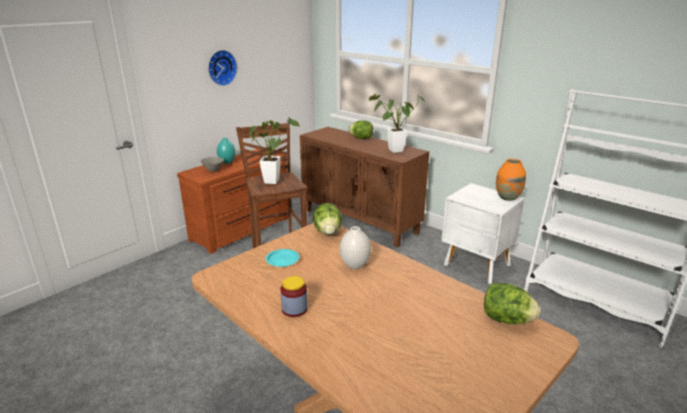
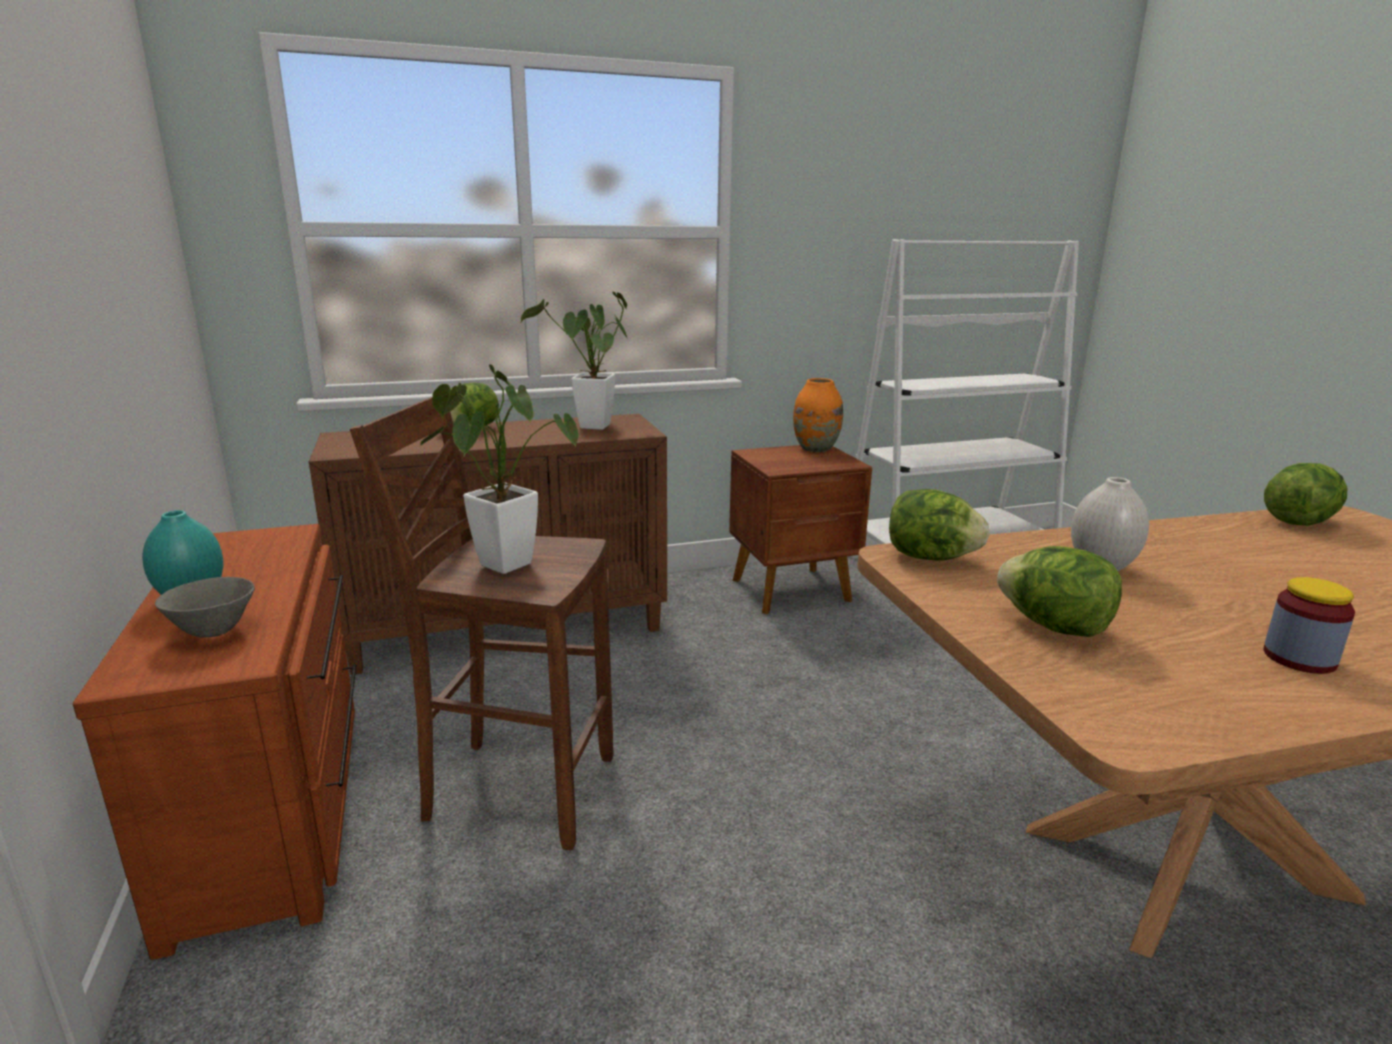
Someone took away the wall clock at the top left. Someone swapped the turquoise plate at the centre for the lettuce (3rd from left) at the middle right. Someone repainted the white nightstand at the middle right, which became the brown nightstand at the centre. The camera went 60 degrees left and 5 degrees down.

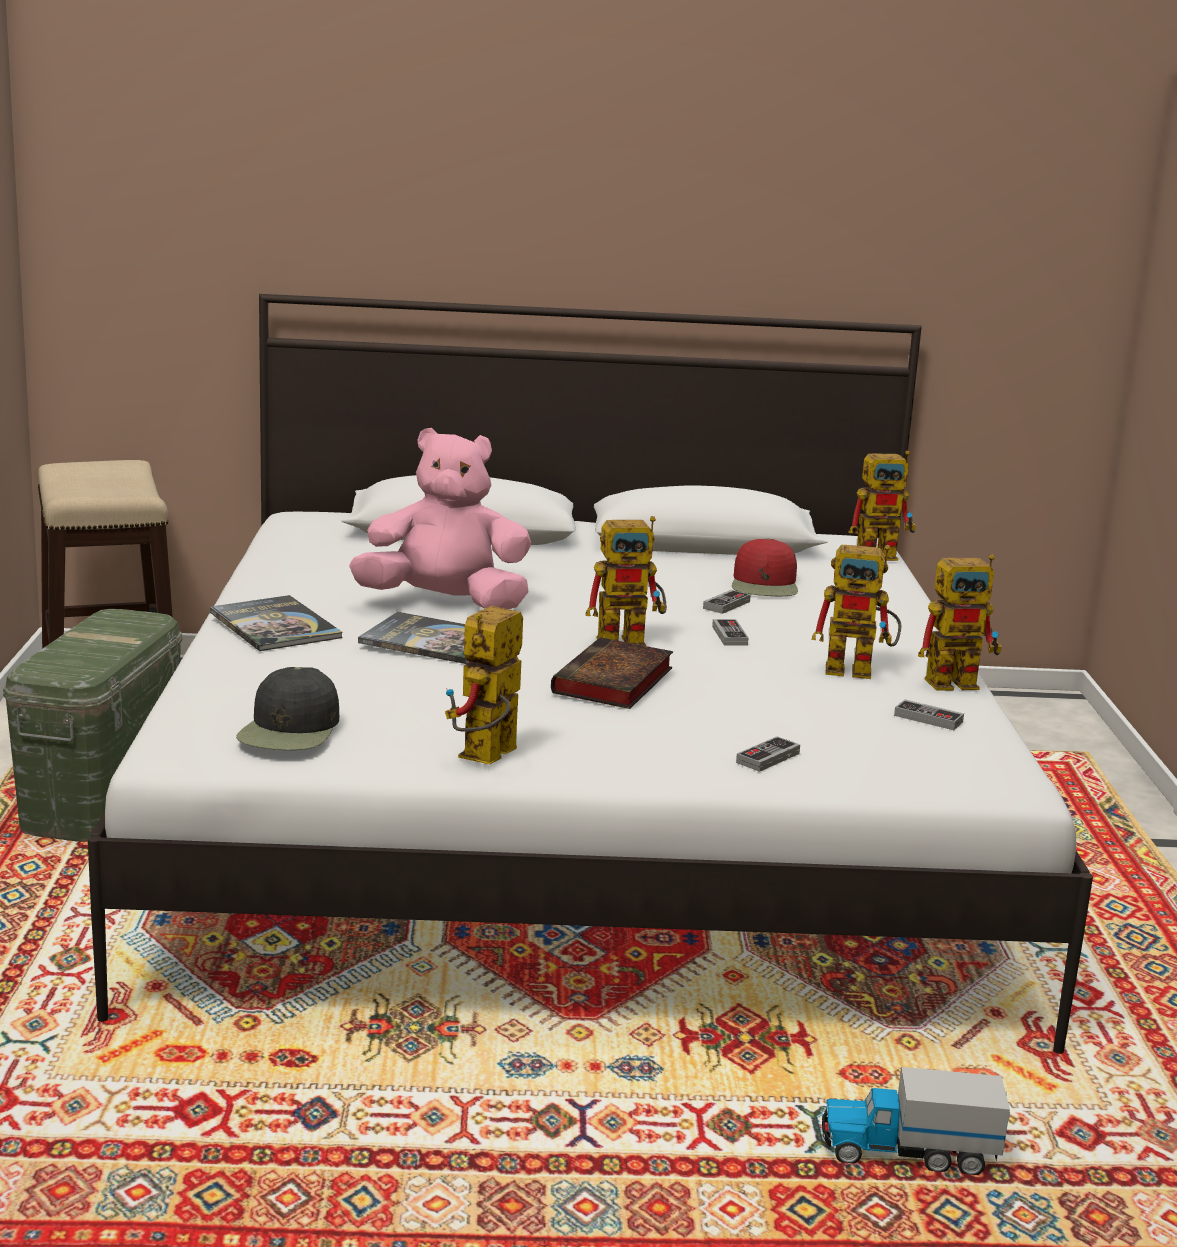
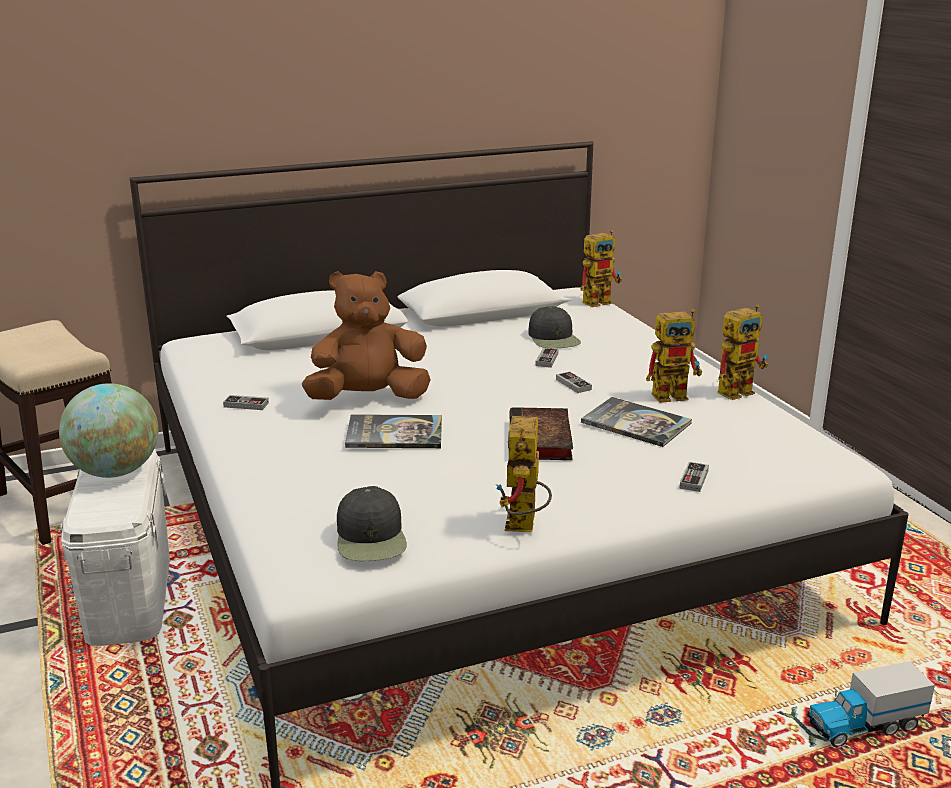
Someone took away the toy robot (2nd from left) at the centre. Someone put down the globe at the middle left. Someone carried the book (1st from left in the first image) from the middle left to the middle right. Someone carried the game controller (4th from left in the first image) from the middle right to the middle left. Someone repainted the green storage box at the middle left, which became the white storage box at the bottom left. Someone repainted the pink plush toy at the centre, which became the brown plush toy at the centre. Someone repainted the red cap at the centre, which became the black cap (2nd from left) at the centre. The camera went 20 degrees left and 5 degrees up.

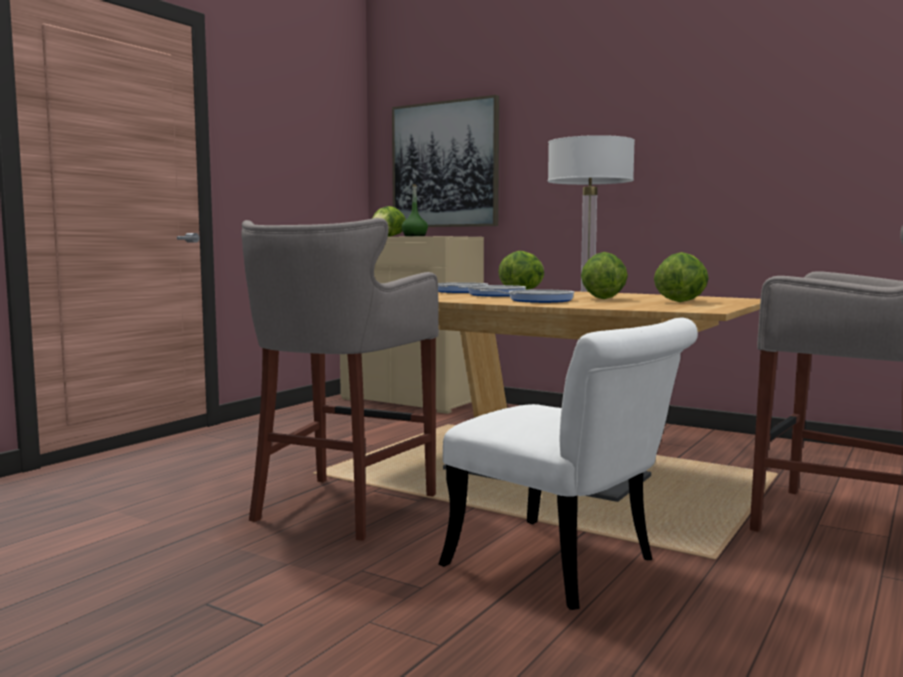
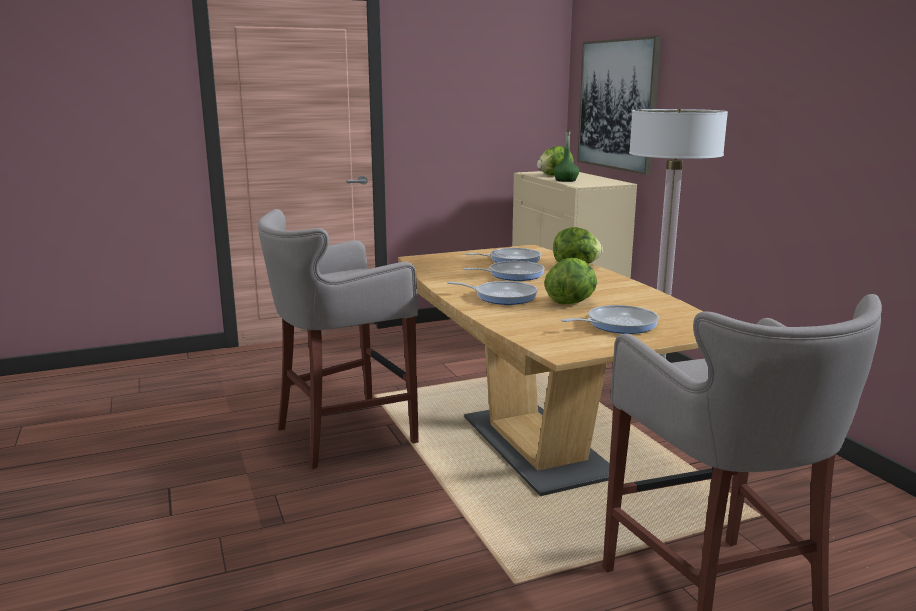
Someone took away the white chair at the bottom centre. Someone swapped the lettuce (4th from left) at the middle right for the frying pan (4th from left) at the centre. The camera went 35 degrees right and 10 degrees up.

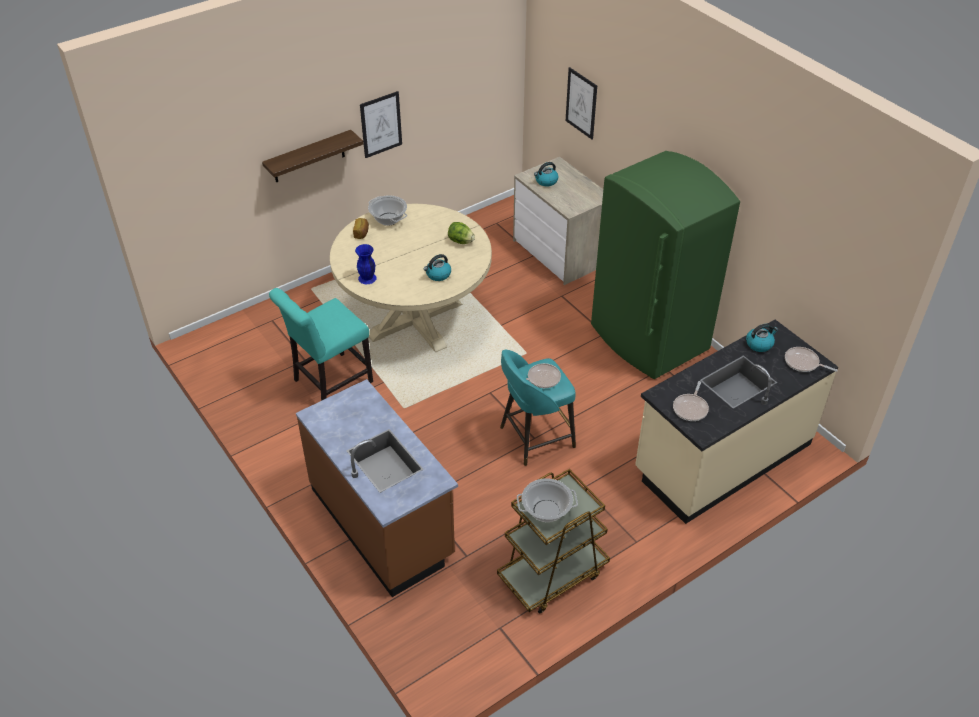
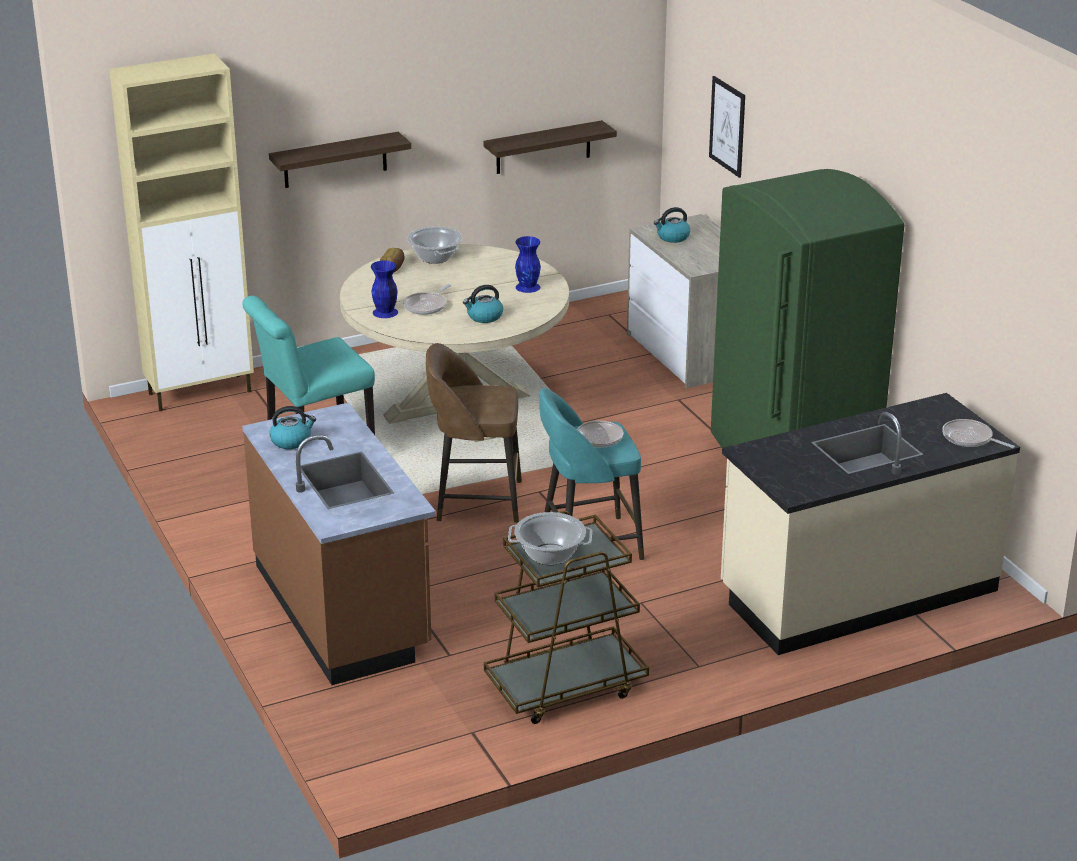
Someone took away the picture (1st from left) at the top centre. Someone put down the beige cabinet at the top left. Someone put down the brown stool at the centre. Someone put up the shelf (2nd from left) at the top centre. Someone carried the frying pan (2nd from left in the first image) from the middle right to the centre. Someone carried the kettle (3rd from left in the first image) from the middle right to the middle left. Someone swapped the lettuce at the top centre for the blue vase (2nd from left) at the top centre. The camera went 10 degrees right and 15 degrees down.

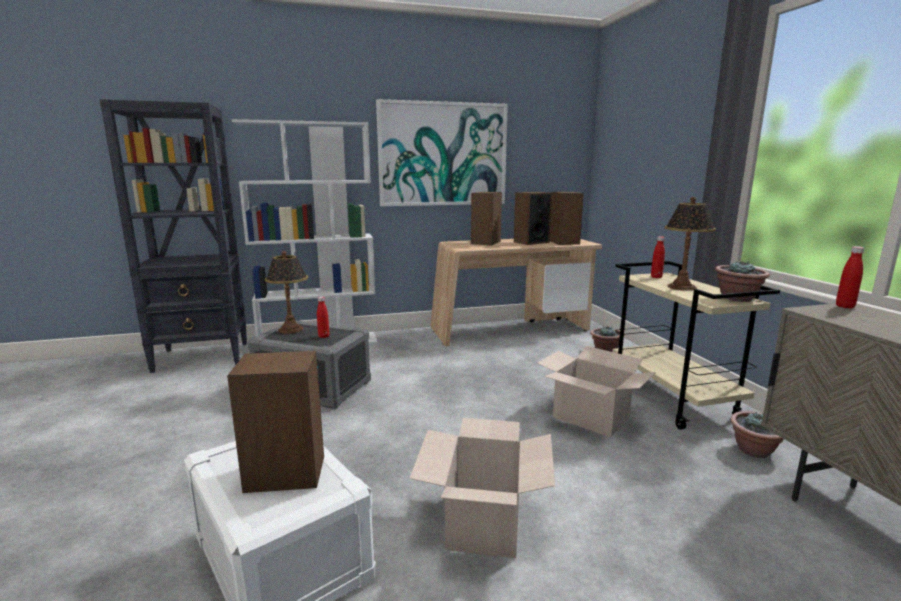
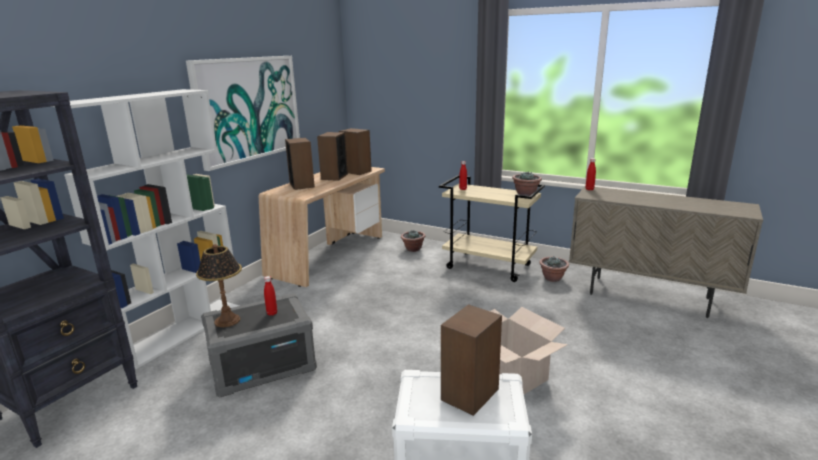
Someone took away the cardboard box (2nd from left) at the centre. Someone took away the table lamp (2nd from left) at the middle right. The camera went 45 degrees left and 5 degrees up.

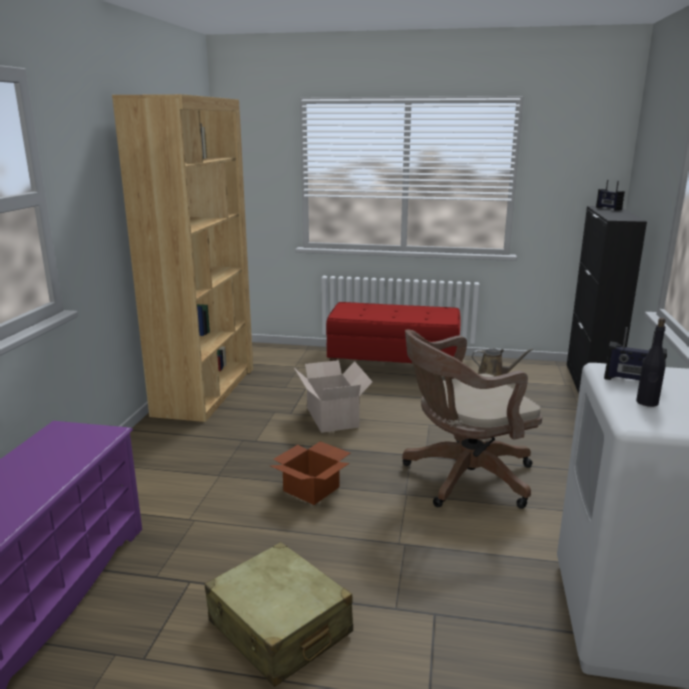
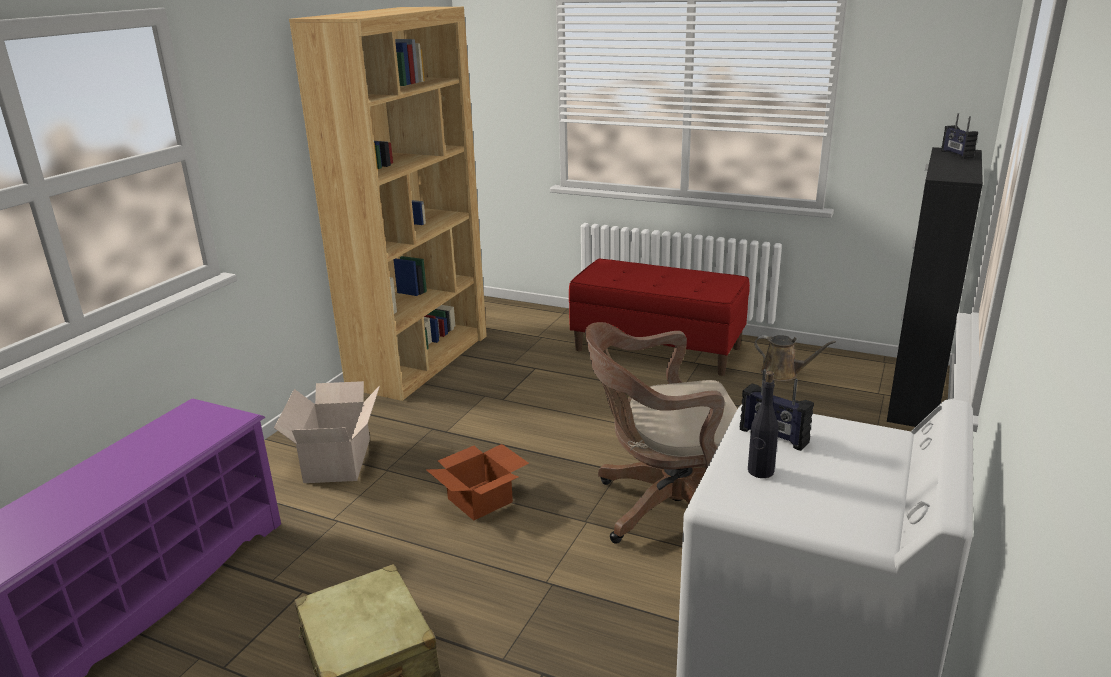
Someone carried the cardboard box (2nd from left in the first image) from the centre to the middle left. The camera went 15 degrees right and 5 degrees up.

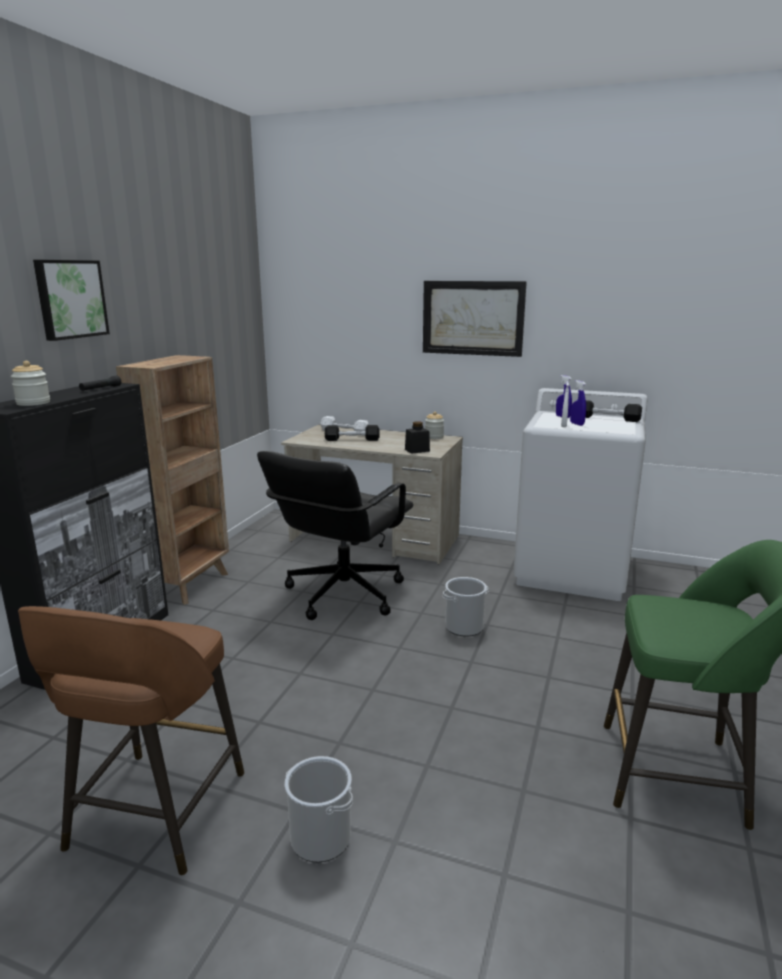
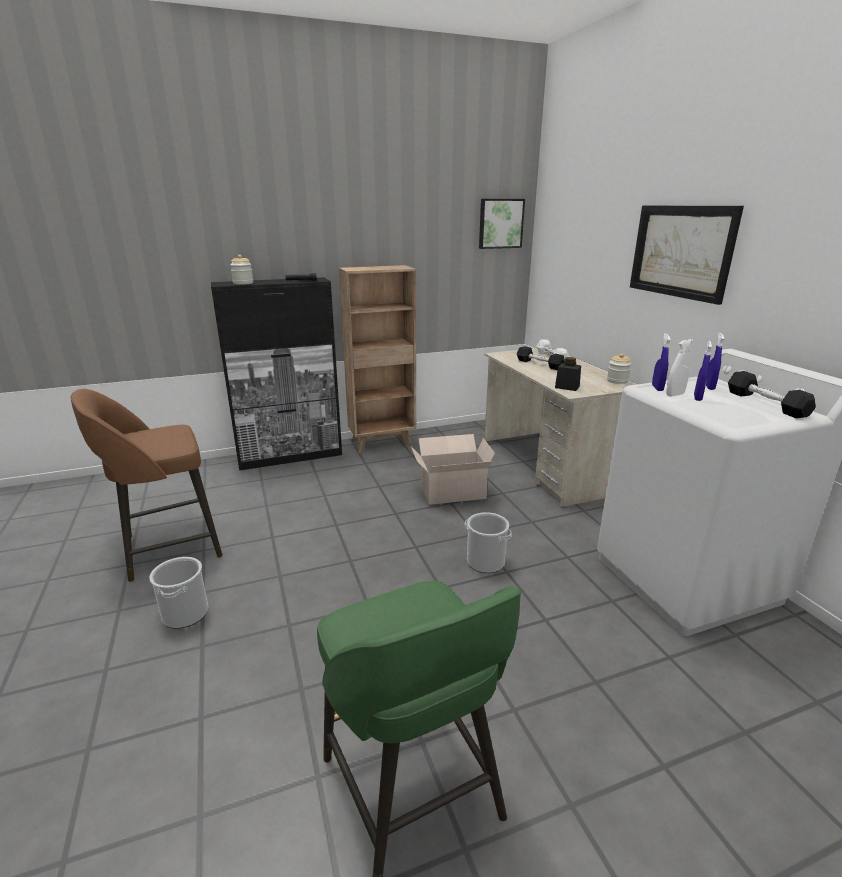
Someone put down the blue spray bottle (1st from left) at the middle right. Someone carried the picture (1st from left) from the top left to the top centre. Someone swapped the black office chair at the centre for the cardboard box at the centre. The camera went 50 degrees right and 5 degrees up.

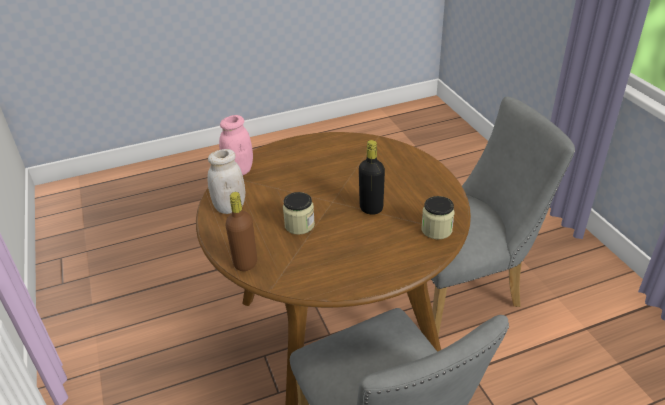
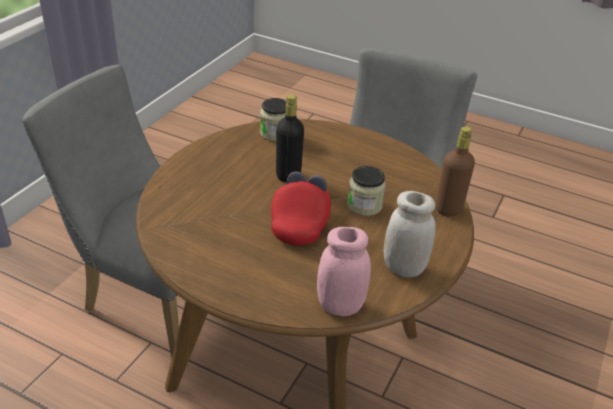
Someone put down the red cap at the centre. The camera went 135 degrees left and 0 degrees up.

